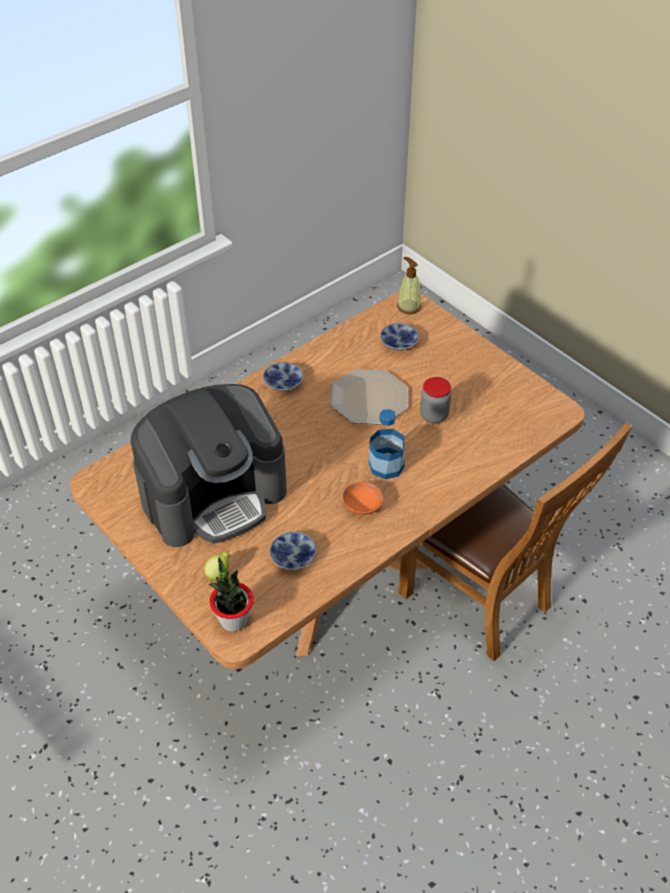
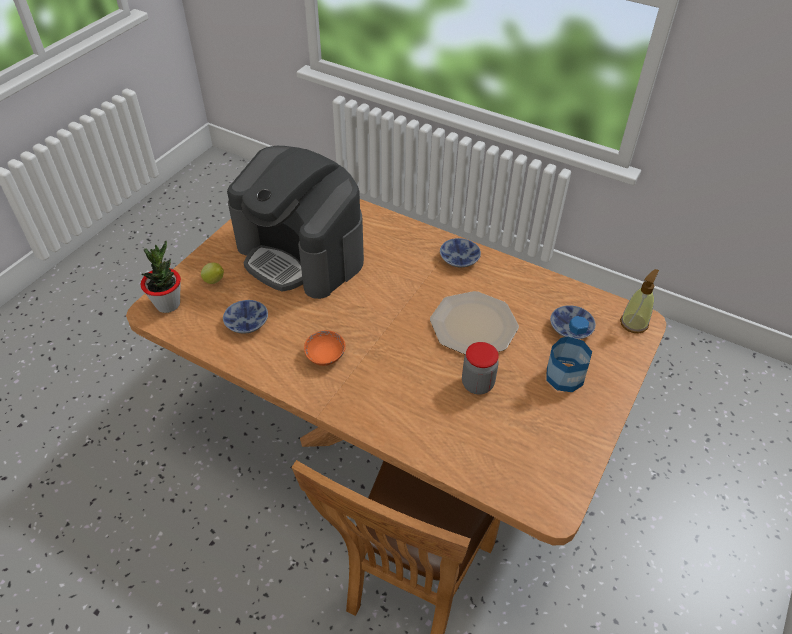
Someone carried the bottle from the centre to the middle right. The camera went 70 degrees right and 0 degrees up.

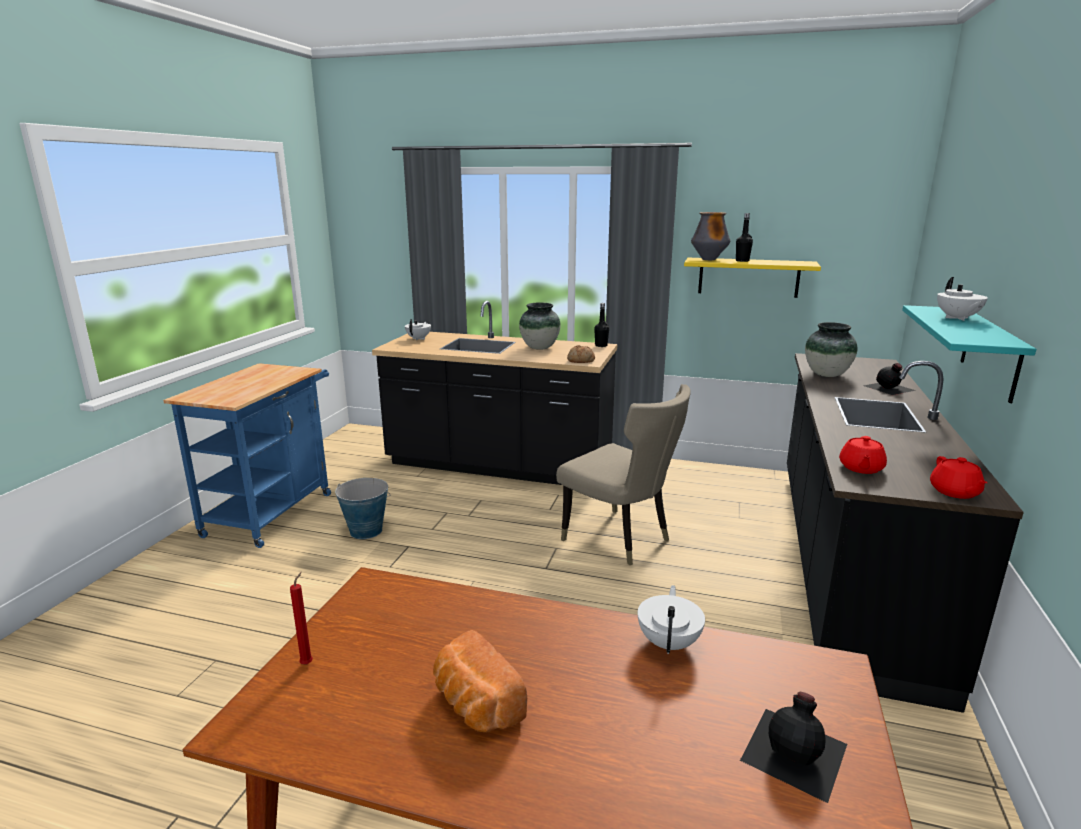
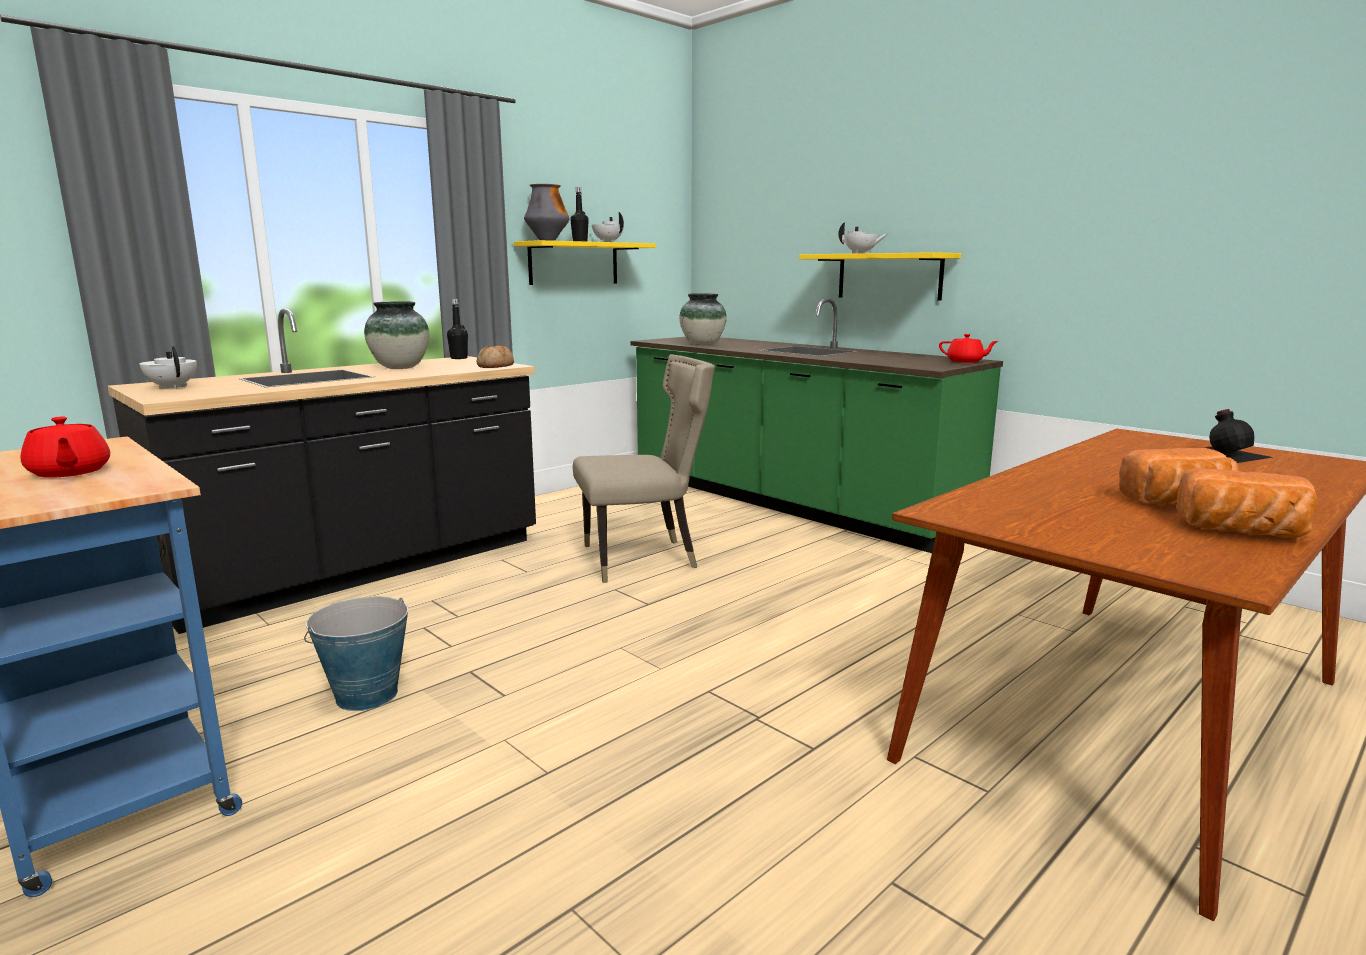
Someone took away the red candle at the bottom left. Someone took away the black bottle (4th from left) at the middle right. Someone put down the bread (3rd from left) at the middle right. Someone carried the white teapot (2nd from left) from the bottom centre to the top centre. Someone carried the red teapot (1st from left) from the middle right to the middle left. Someone repainted the black counter (2nd from left) at the middle right, which became the green counter at the centre. Someone repainted the turquoise shelf at the middle right, which became the yellow shelf (2nd from left) at the top centre. The camera went 60 degrees left and 5 degrees down.

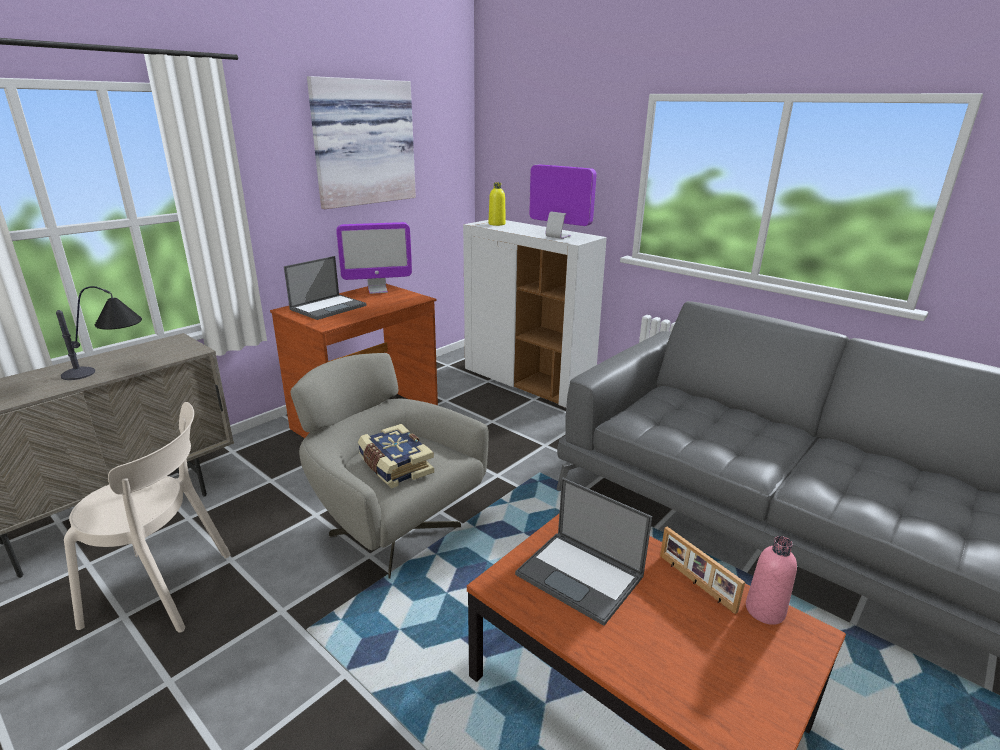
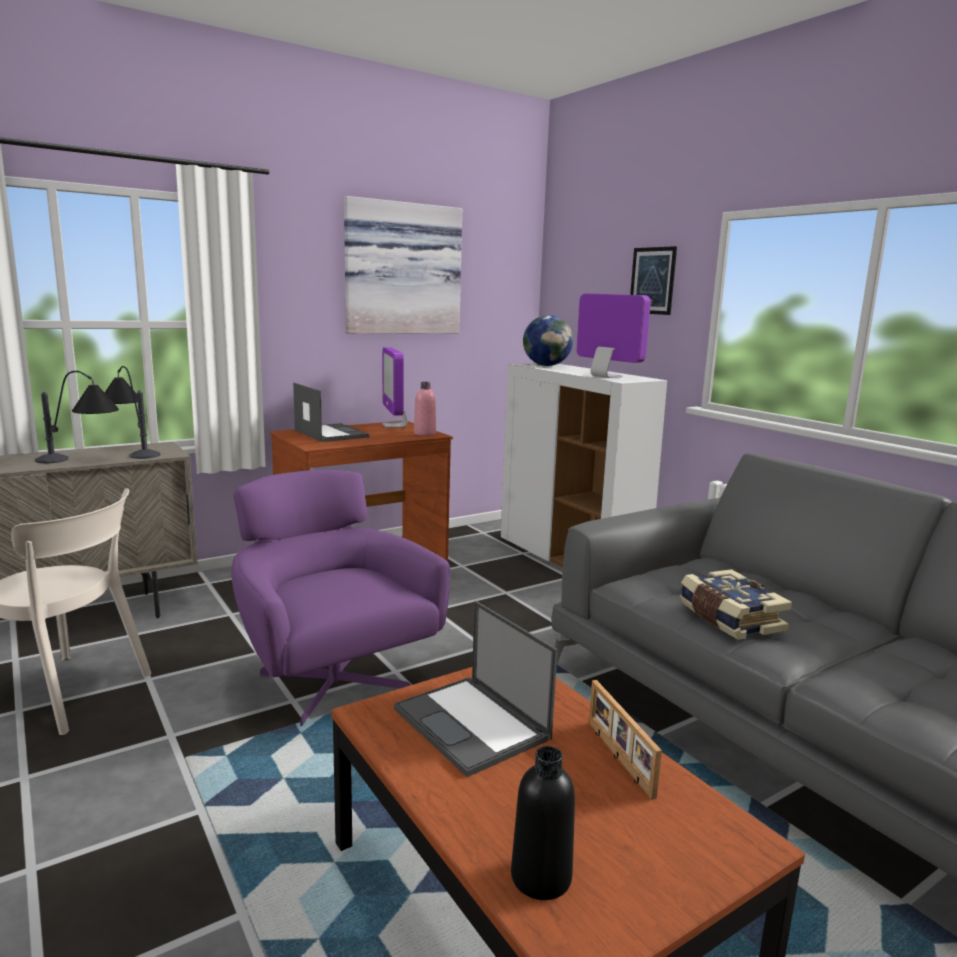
Someone put down the table lamp (2nd from left) at the middle left. Someone put down the black bottle at the bottom centre. Someone put up the picture (2nd from left) at the top right. Someone carried the book from the centre to the middle right. Someone carried the pink bottle from the bottom right to the centre. Someone swapped the yellow bottle at the top centre for the globe at the centre. Someone repainted the grey armchair at the centre, which became the purple armchair at the centre. Someone rotated the laptop (1st from left) at the middle left by 90 degrees counterclockwise. Someone rotated the monitor (1st from left) at the centre by 75 degrees clockwise. The camera went 15 degrees right and 10 degrees down.

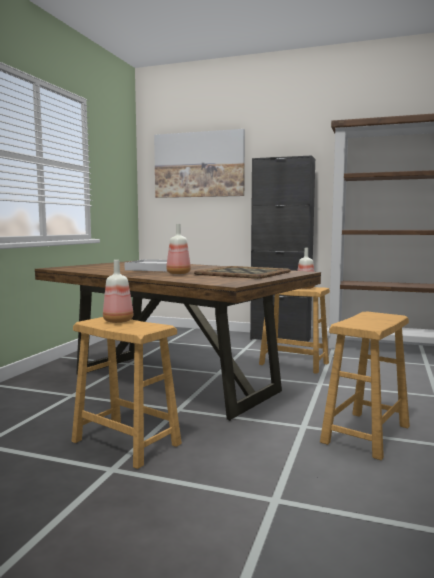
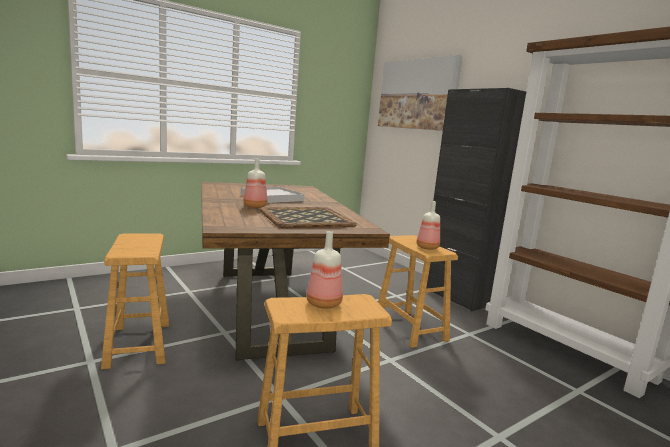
Someone carried the bottle (1st from left in the first image) from the middle left to the centre. The camera went 35 degrees right and 5 degrees up.

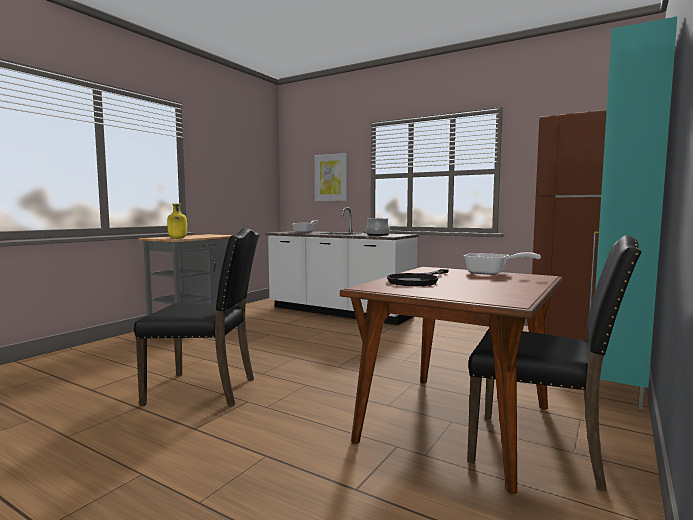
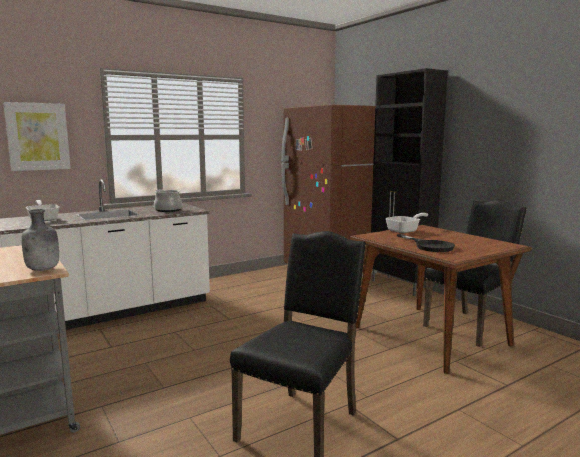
Someone repainted the yellow bottle at the middle left, which became the grey bottle at the middle left. Someone repainted the turquoise cabinet at the middle right, which became the black cabinet at the middle right. The camera went 65 degrees left and 5 degrees up.

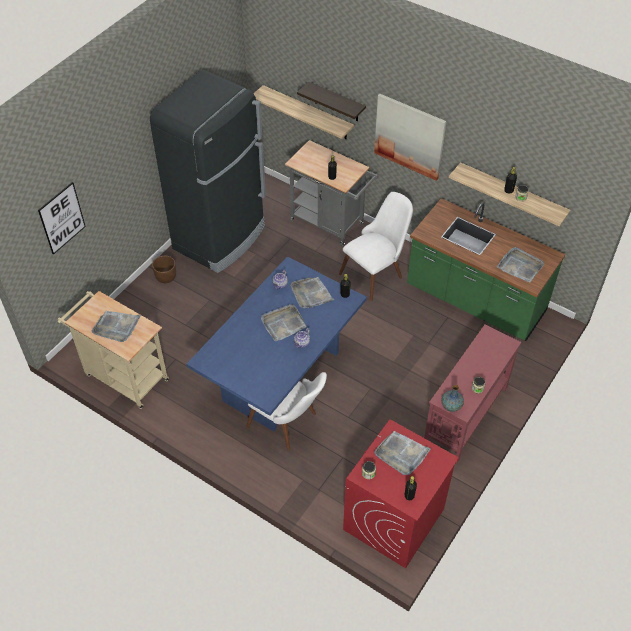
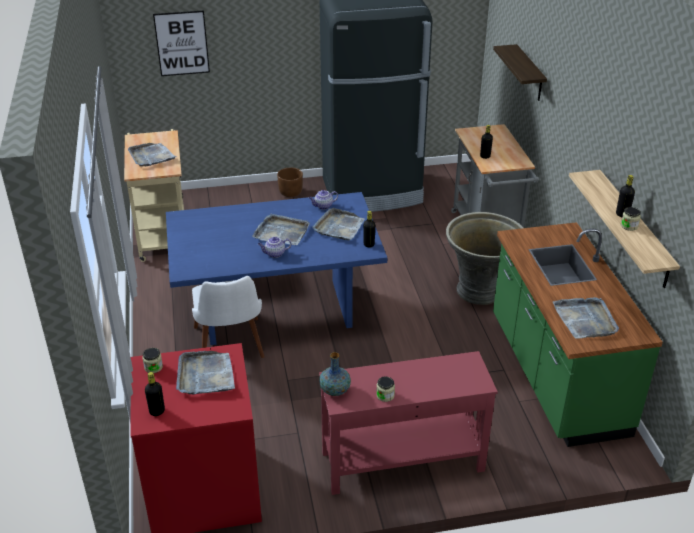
Someone took away the shelf (1st from left) at the top centre. Someone took away the picture (2nd from left) at the top centre. Someone swapped the white chair (2nd from left) at the centre for the grey planter at the middle right. The camera went 45 degrees right and 15 degrees down.

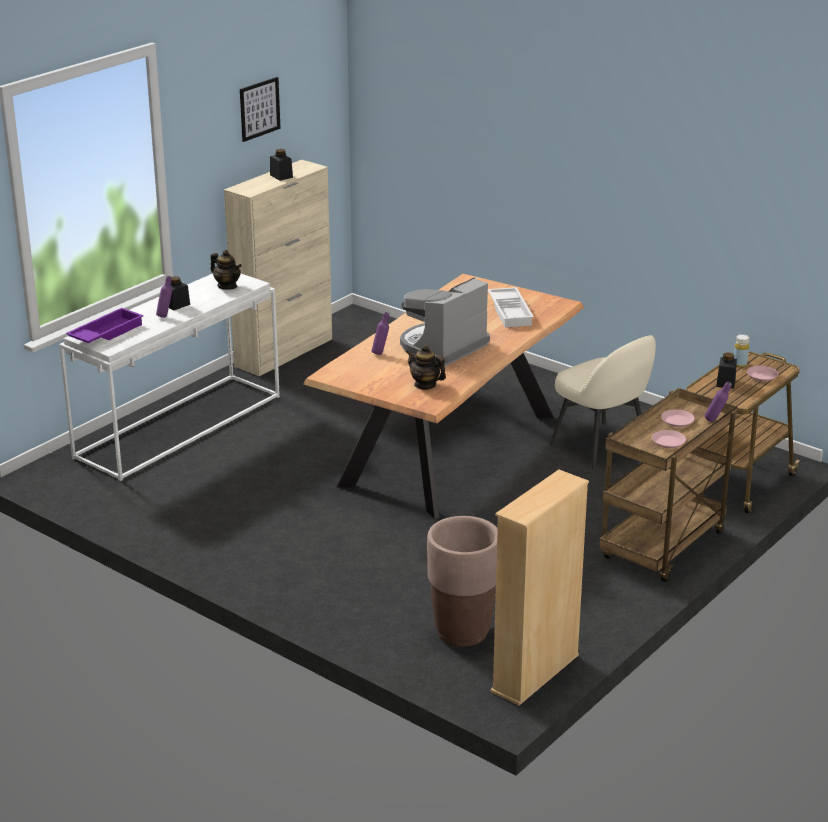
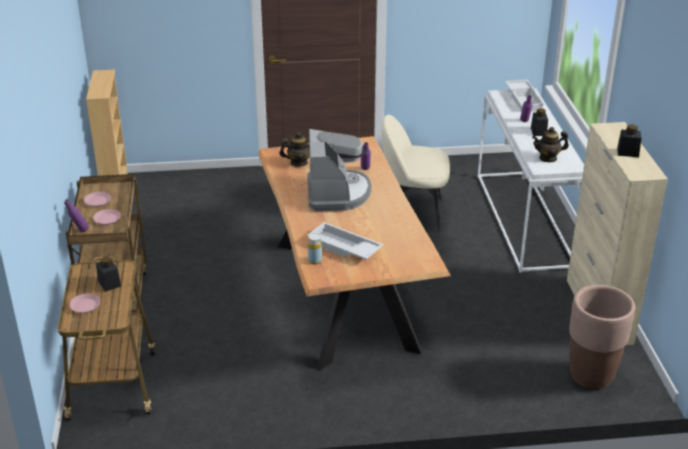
Someone took away the picture at the top left. Someone carried the brown planter from the bottom centre to the bottom right. Someone carried the beige chair from the middle right to the centre. Someone carried the yellow bottle from the middle right to the centre. Someone repainted the purple tray at the middle left, which became the white tray (2nd from left) at the top right. The camera went 135 degrees right and 5 degrees up.

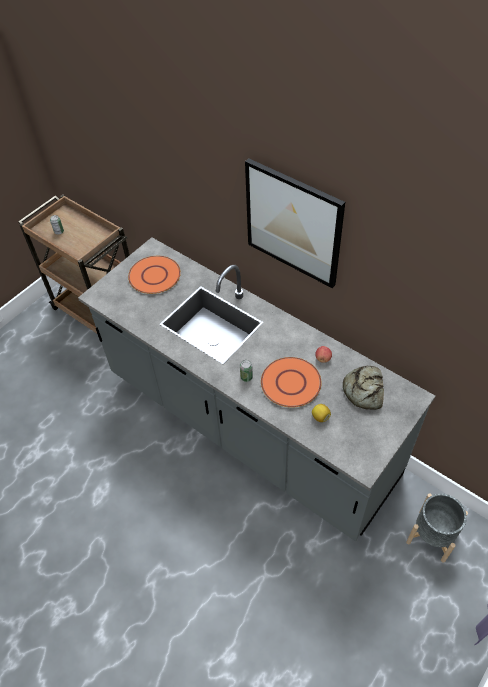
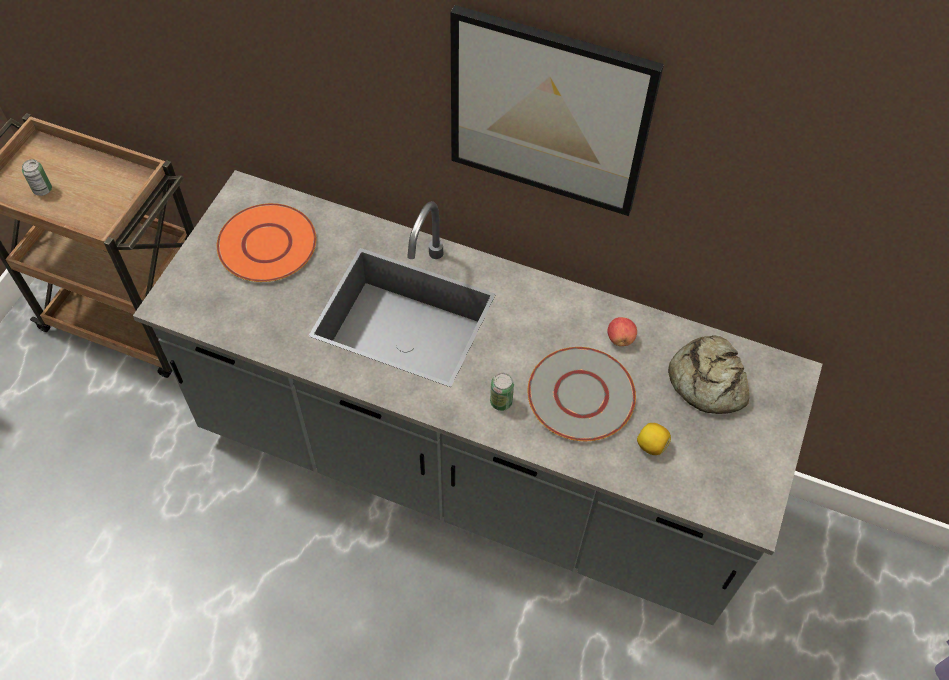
Someone took away the grey planter at the bottom right. Someone repainted the orange plate (2nd from left) at the centre, which became the grey plate at the centre. The camera went 20 degrees left and 5 degrees up.

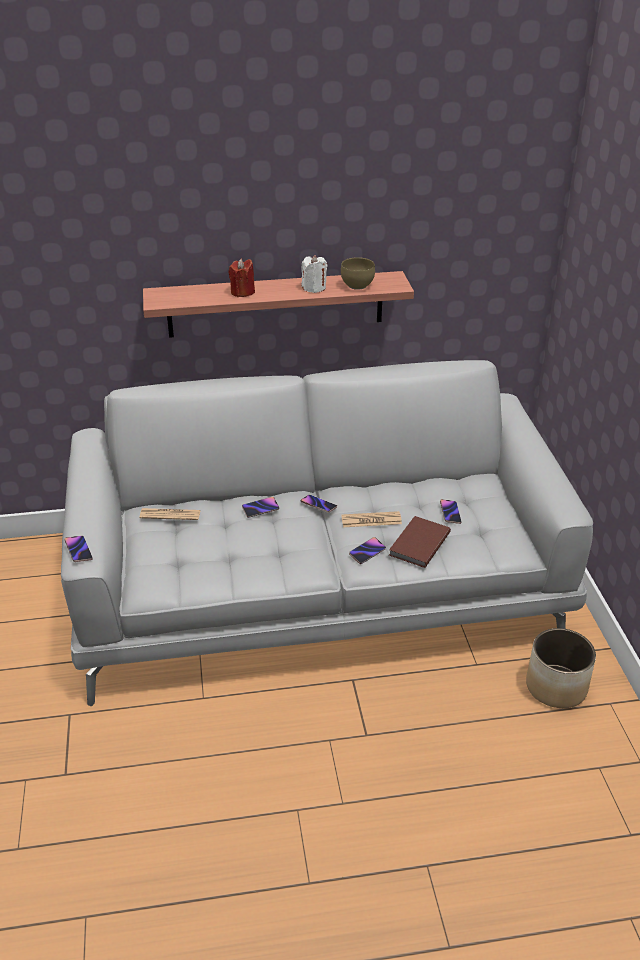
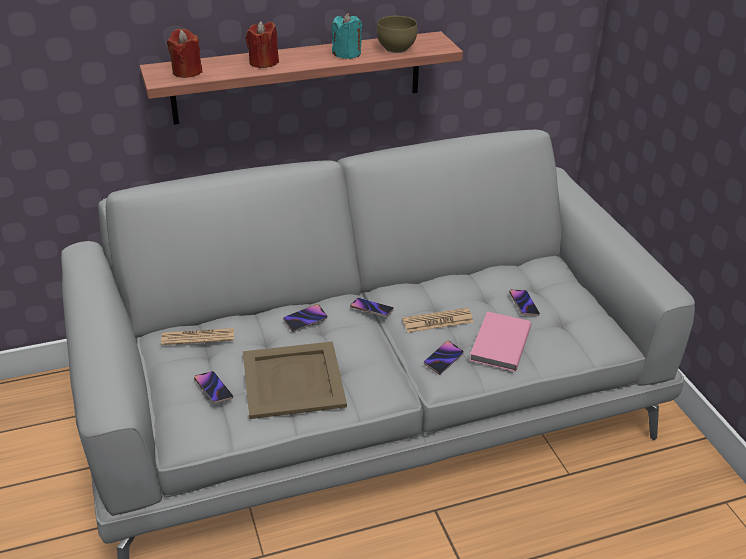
Someone took away the planter at the bottom right. Someone put down the red candle (1st from left) at the top left. Someone put down the beige tray at the bottom centre. Someone carried the phone (1st from left) from the middle left to the bottom left. Someone repainted the white candle at the top centre, which became the turquoise candle at the top centre. Someone repainted the brown book at the centre, which became the pink book at the middle right. The camera went 10 degrees left and 0 degrees up.

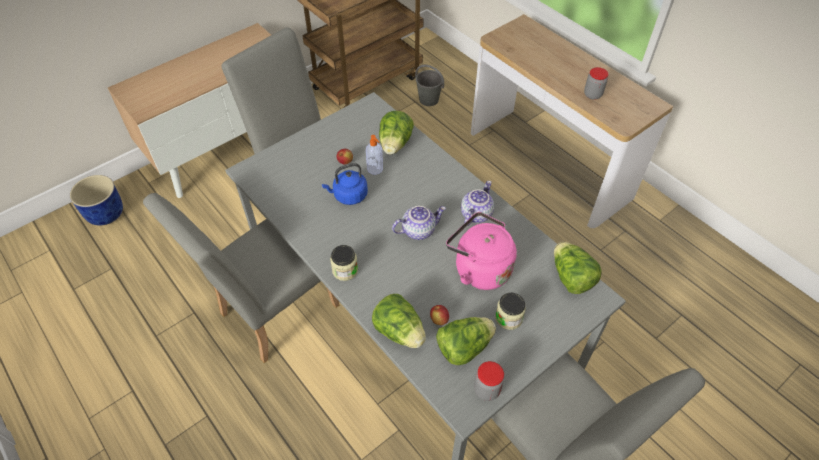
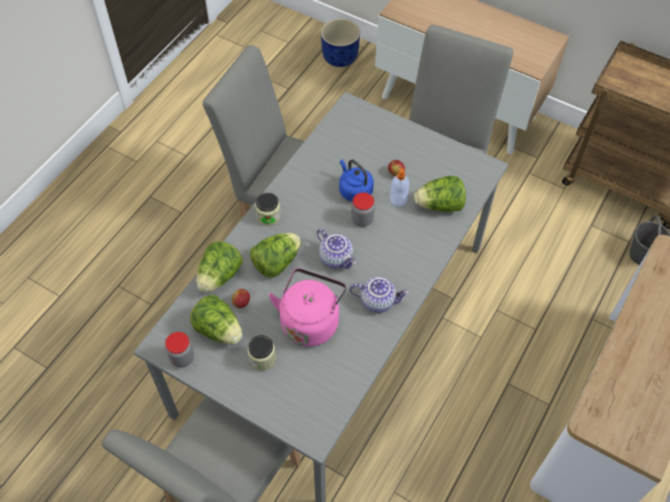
Someone carried the lettuce (4th from left in the first image) from the middle right to the centre. Someone carried the jar (4th from left) from the top right to the centre. The camera went 70 degrees right and 5 degrees up.

